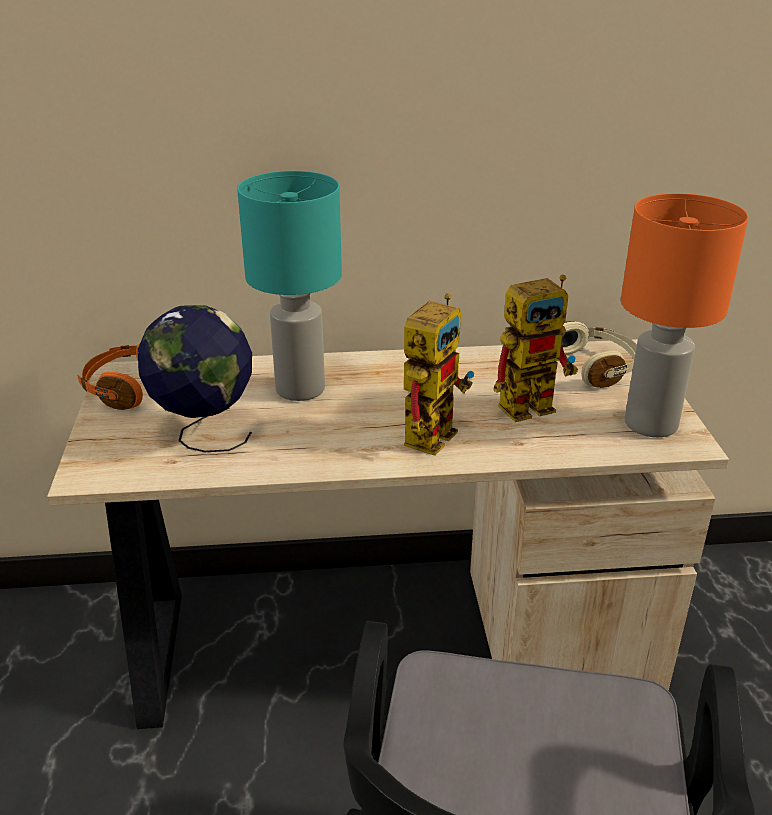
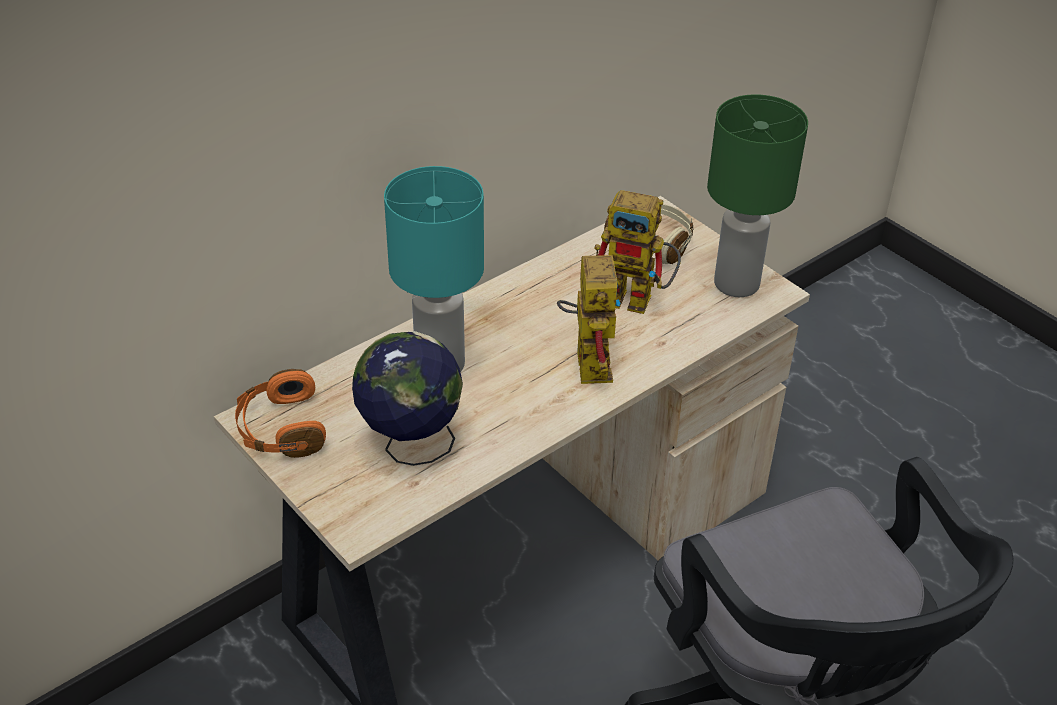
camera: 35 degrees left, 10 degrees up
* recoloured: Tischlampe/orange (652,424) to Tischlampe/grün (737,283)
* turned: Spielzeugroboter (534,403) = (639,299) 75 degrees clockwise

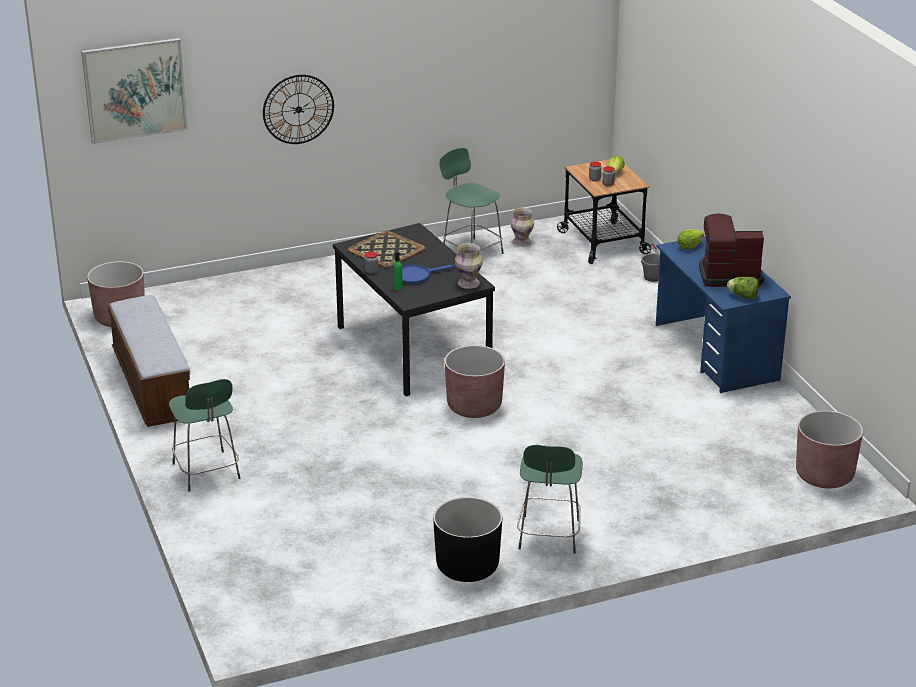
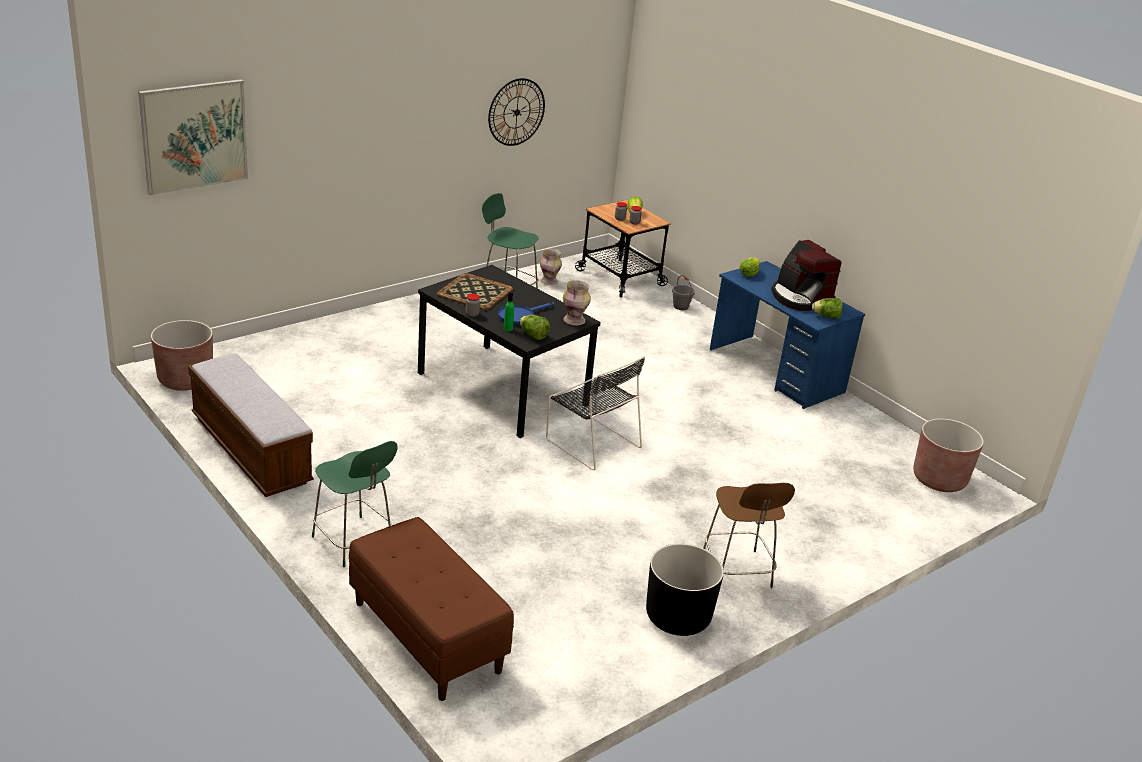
camera: 20 degrees left, 0 degrees up
* moved: Wanduhr (298,109) to (516,112)
* turned: Kaffeemaschine (728,275) = (800,298) 105 degrees counterclockwise
* replaced: Pflanzkübel/braun (474,406) to Stuhl/schwarz (591,442)
* recoloured: Hocker/grün (548,536) to Hocker/braun (737,572)
* added: Salatkopf (533,335)
* added: Bank/braun (426,637)

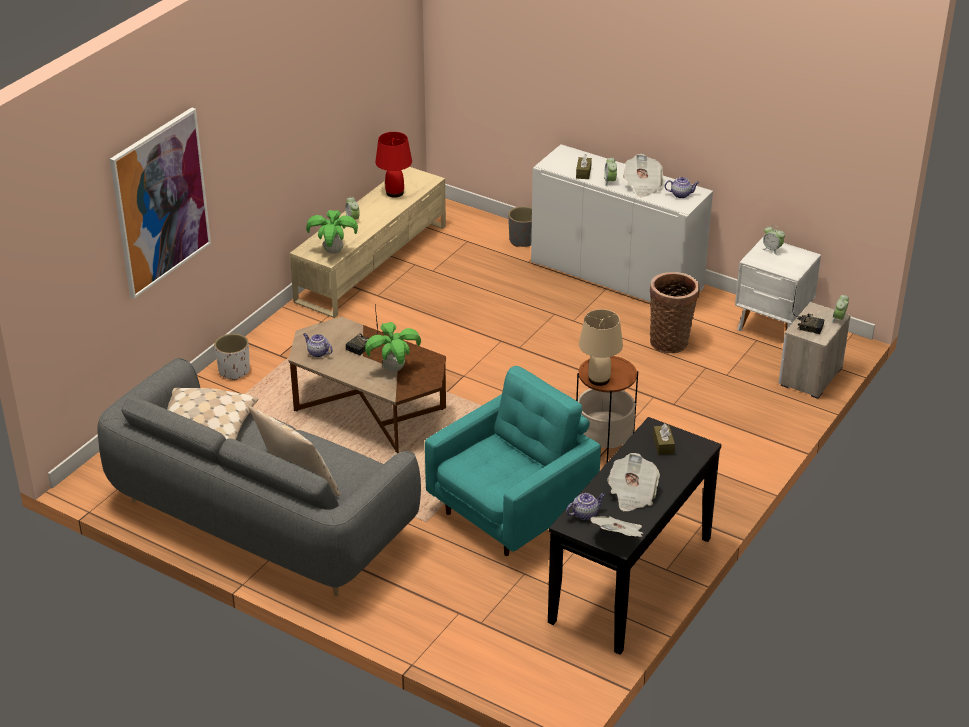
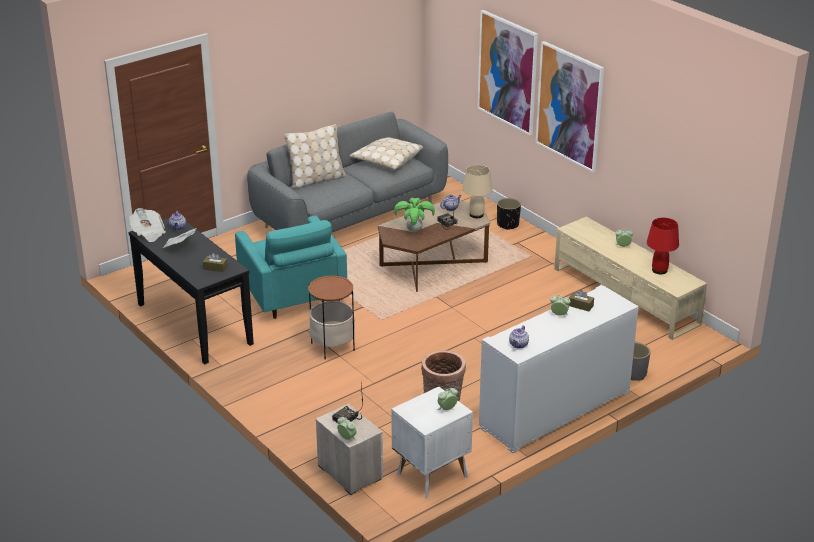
camera: 110 degrees right, 5 degrees down
* removed: Zeitung (642,186)
* removed: Topfpflanze (333,251)
* moved: Tischlampe/beige (599,379) to (476,215)
* recoloured: Pflanzkübel/weiß (234,371) to Pflanzkübel/schwarz (507,224)
* added: Bild (569,106)

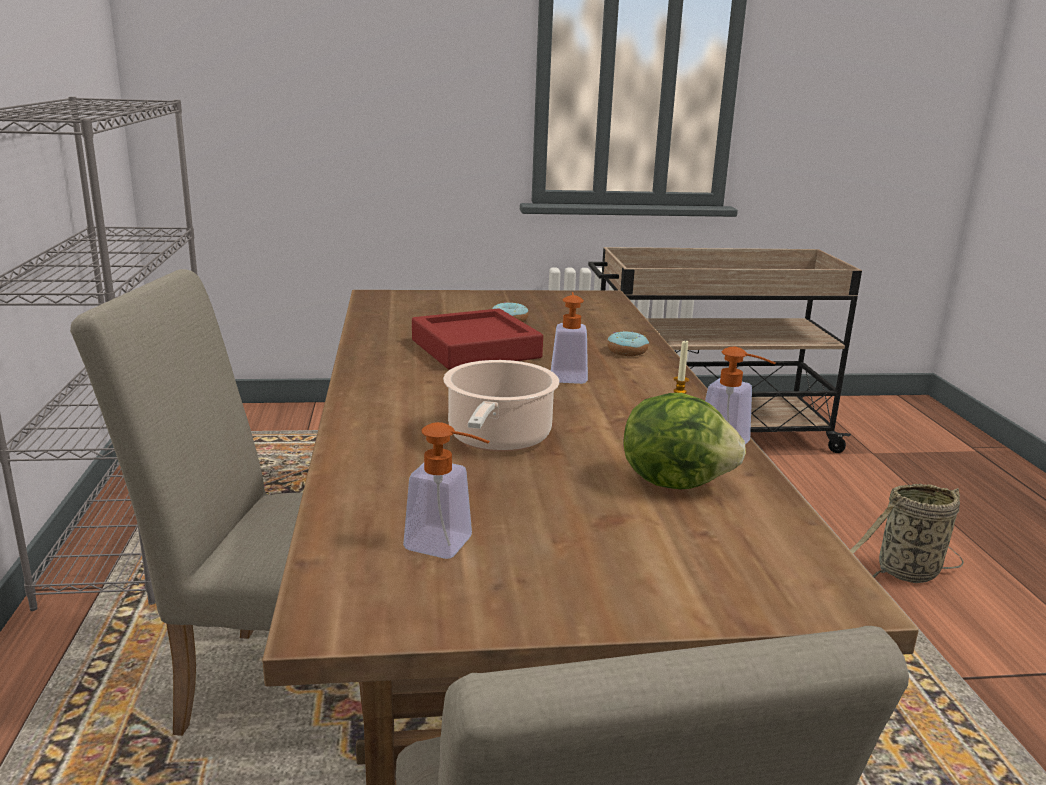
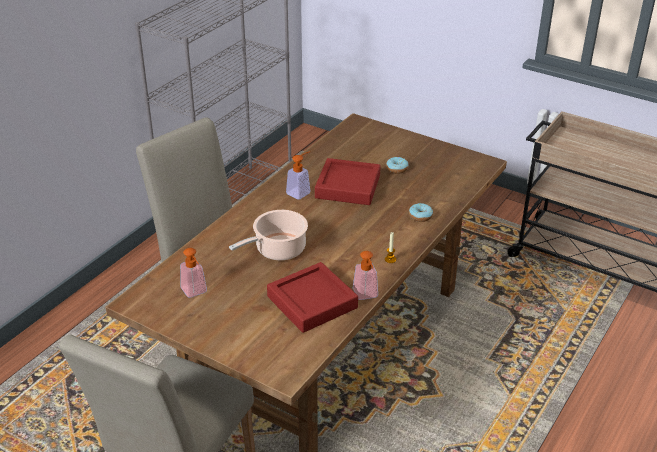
camera: 40 degrees right, 15 degrees up
* moved: Seifenspender (568,375) to (301,192)
* replaced: Salatkopf (675,481) to Tablett/rot (312,302)
* removed: Korb (904,574)

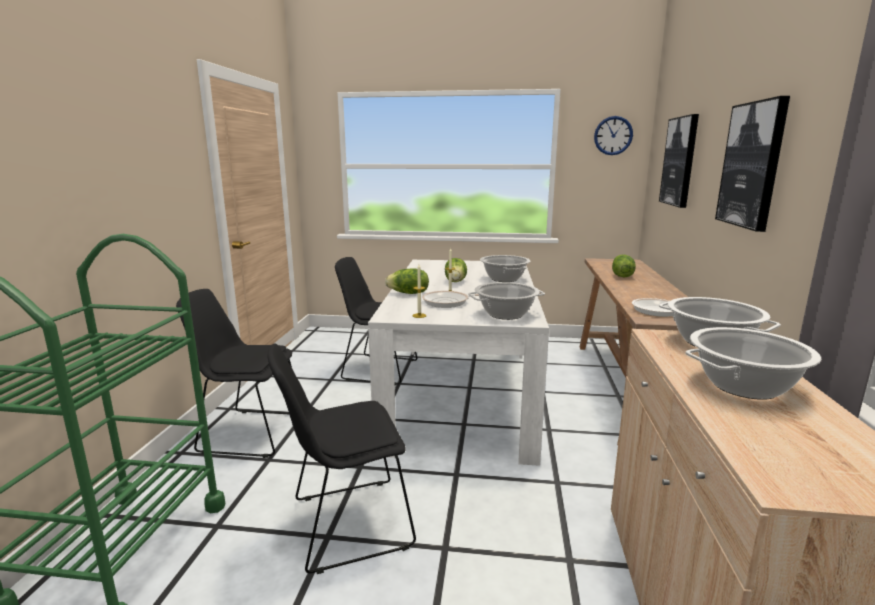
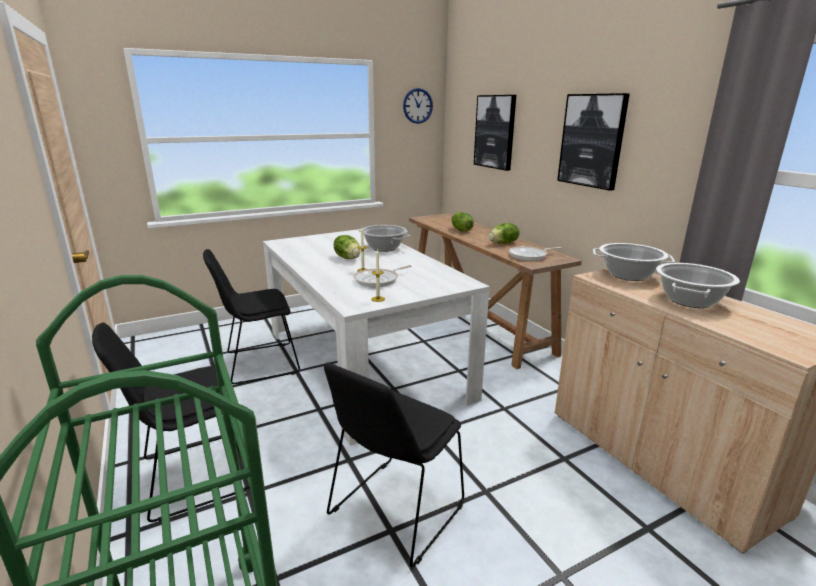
camera: 35 degrees left, 5 degrees up
* moved: Salatkopf (408,293) to (503,243)
* removed: Kochtopf (505,314)

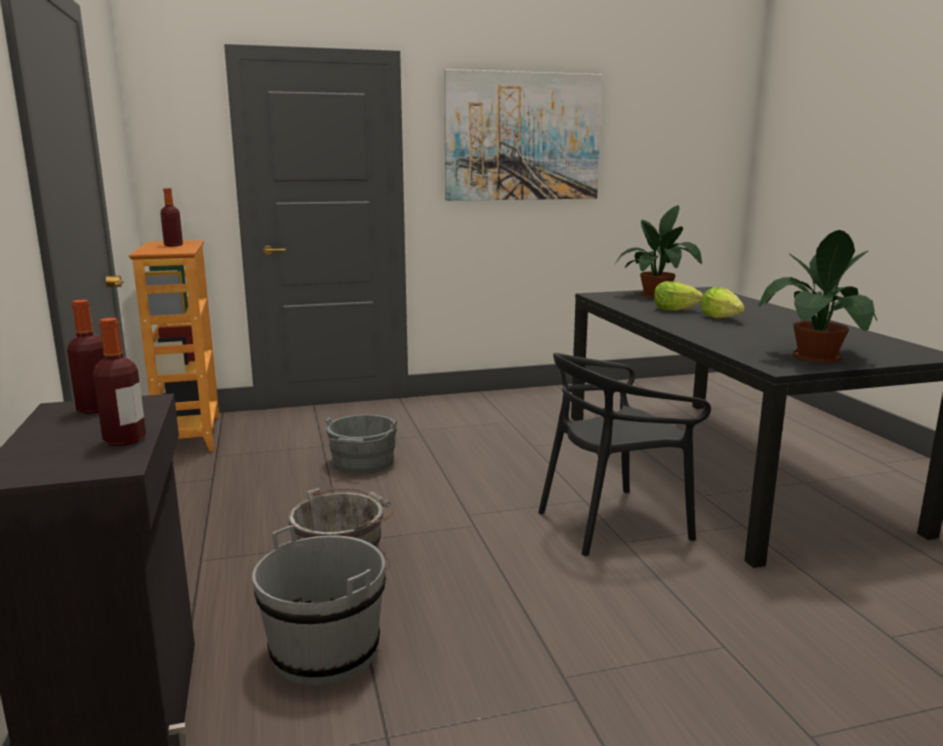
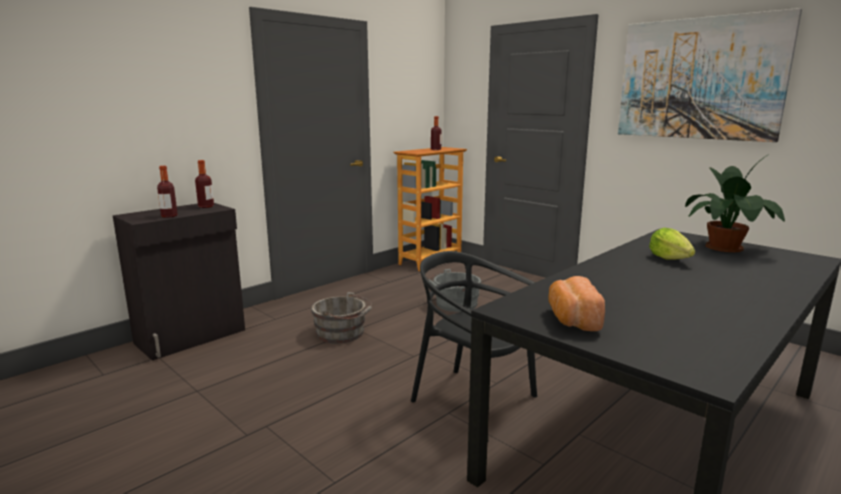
camera: 60 degrees right, 0 degrees up
* replaced: Topfpflanze (814,357) to Brot (571,319)
* removed: Salatkopf (720,318)
* removed: Eimer/grau (325,651)

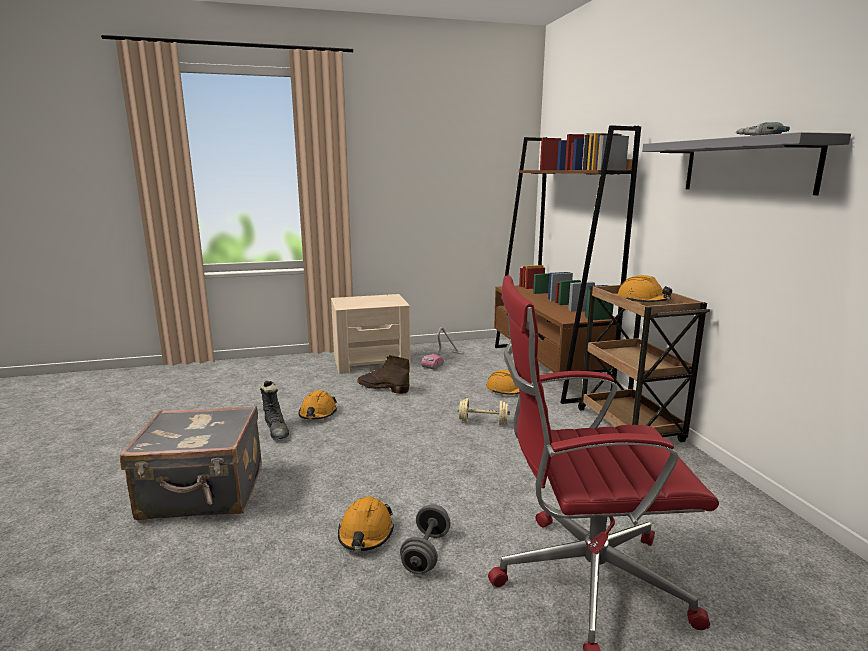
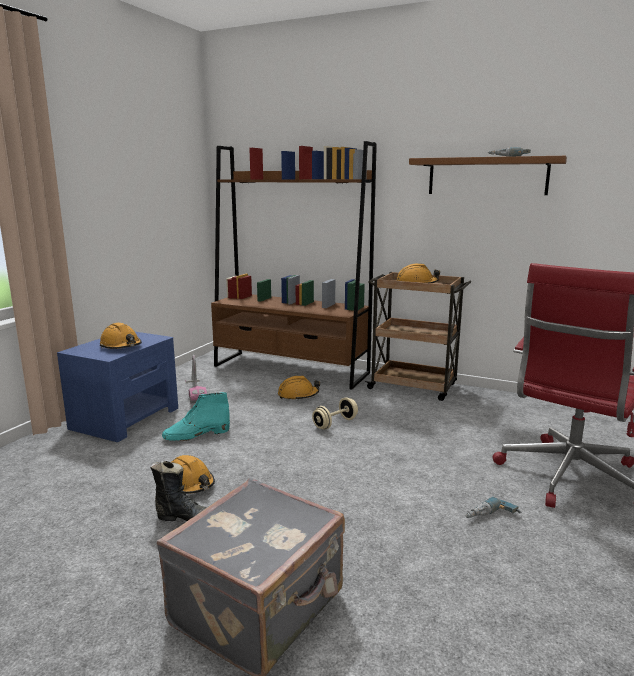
camera: 50 degrees left, 0 degrees up
* recoloured: Wandregal/grau (747,166) to Wandregal/braun (487,176)
* recoloured: Nachttisch/beige (372,361) to Nachttisch/blau (126,418)
* recoloured: Stiefel/braun (382,388) to Stiefel/türkis (196,435)
* moved: Schutzhelm/orange (366,534) to (121,346)
* replaced: Hantel/grau (426,552) to Bohrmaschine (492,518)

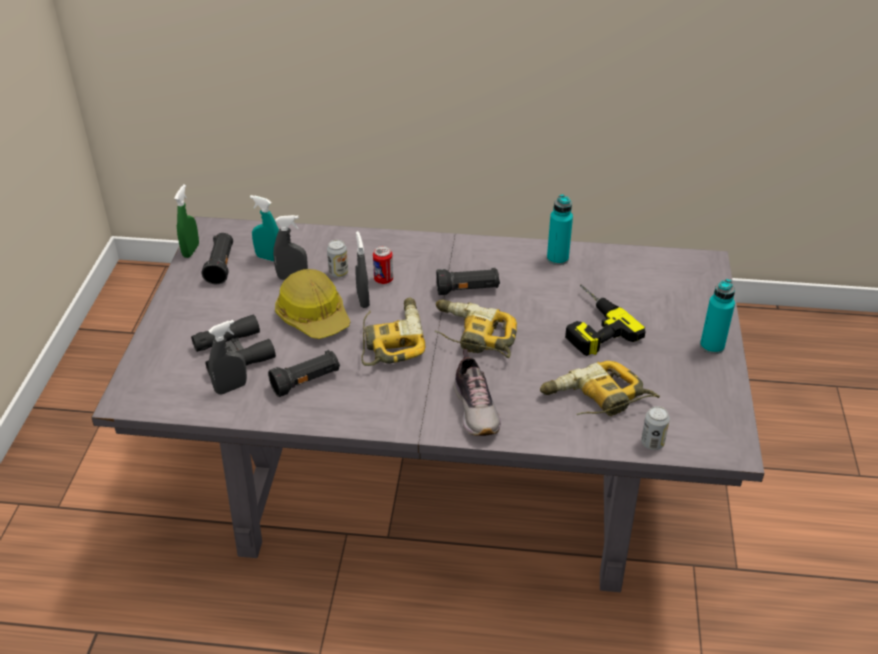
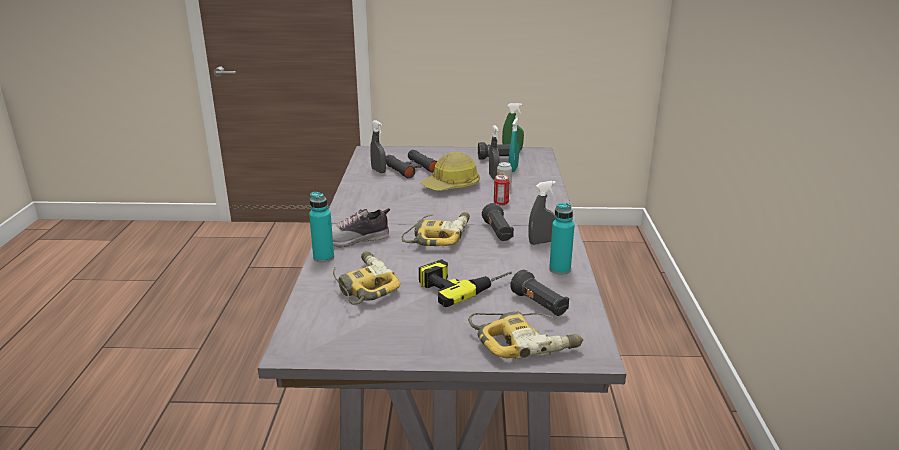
camera: 85 degrees right, 15 degrees down
* moved: Sprühflasche/grau (363,300) to (541,242)
* moved: Flasche/türkis (712,346) to (323,257)
* moved: Bohrmaschine (391,339) to (524,342)
* moved: Taschenlampe/schwarz (306,382) to (539,305)
* removed: Dose (652,443)

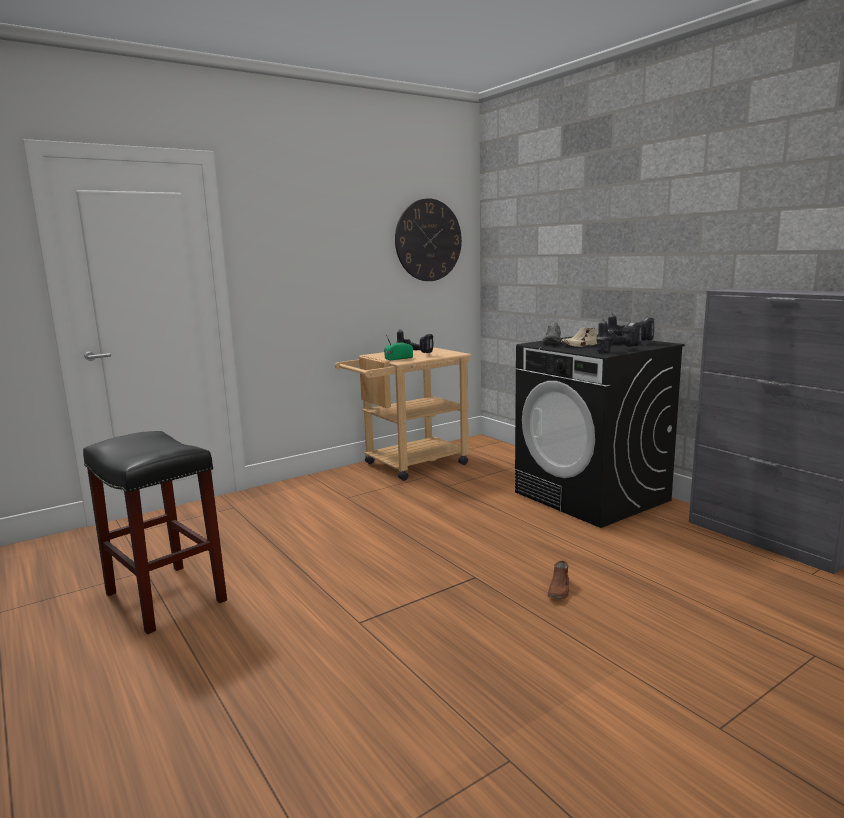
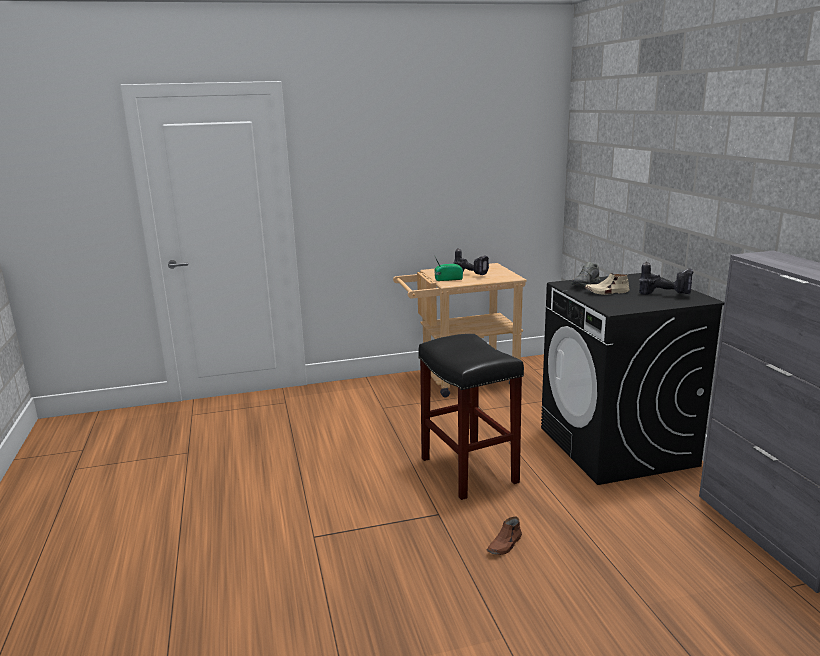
camera: 20 degrees right, 5 degrees up
* removed: Wanduhr (428,240)
* removed: Bohrmaschine (617,350)
* moved: Hocker/schwarz (167,597) to (470,471)

